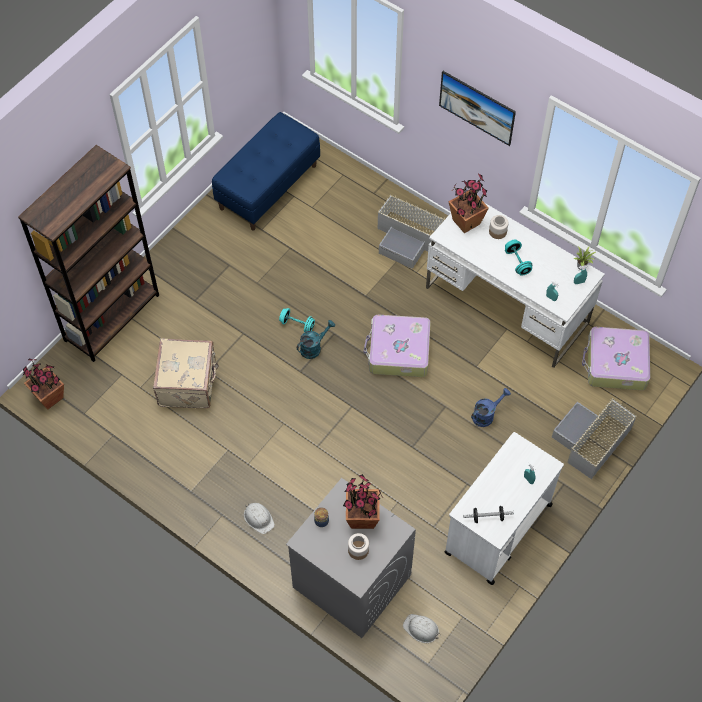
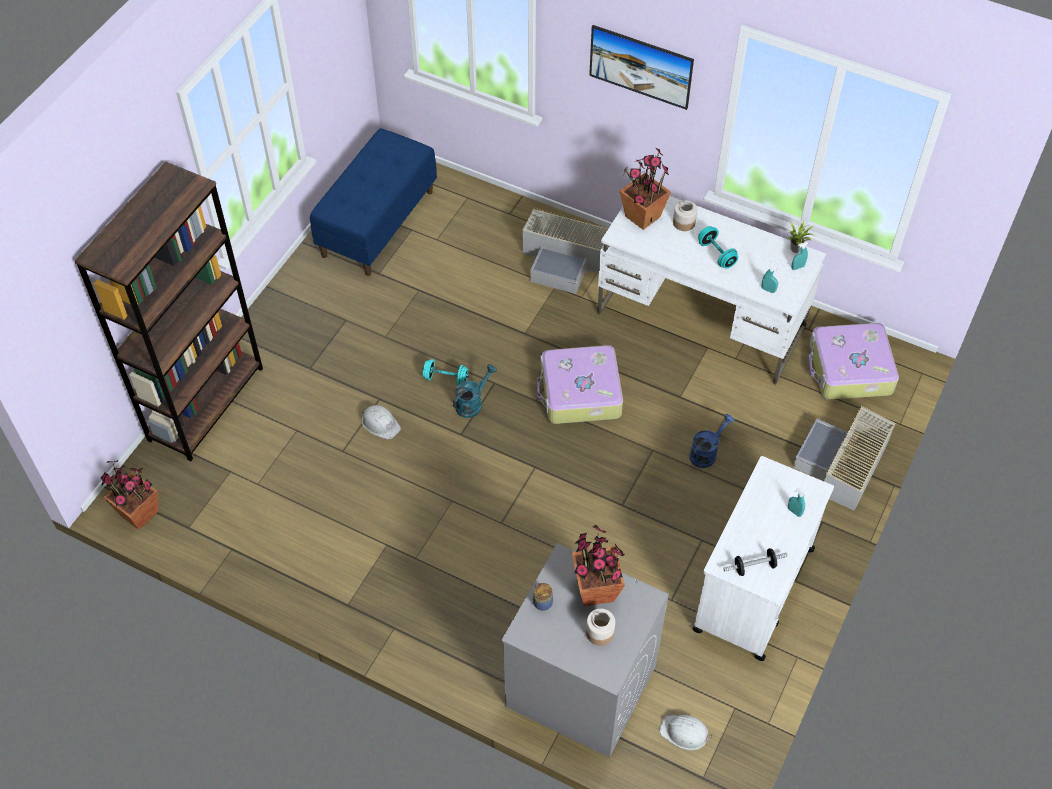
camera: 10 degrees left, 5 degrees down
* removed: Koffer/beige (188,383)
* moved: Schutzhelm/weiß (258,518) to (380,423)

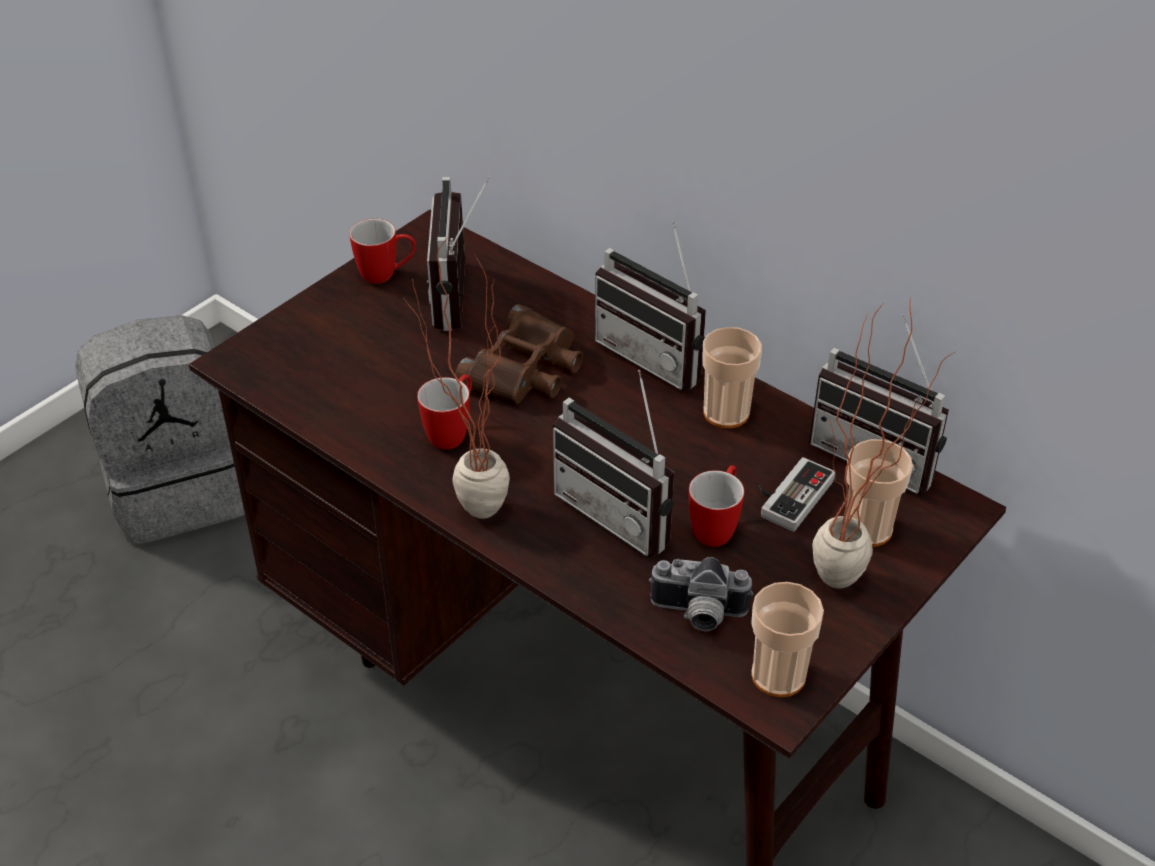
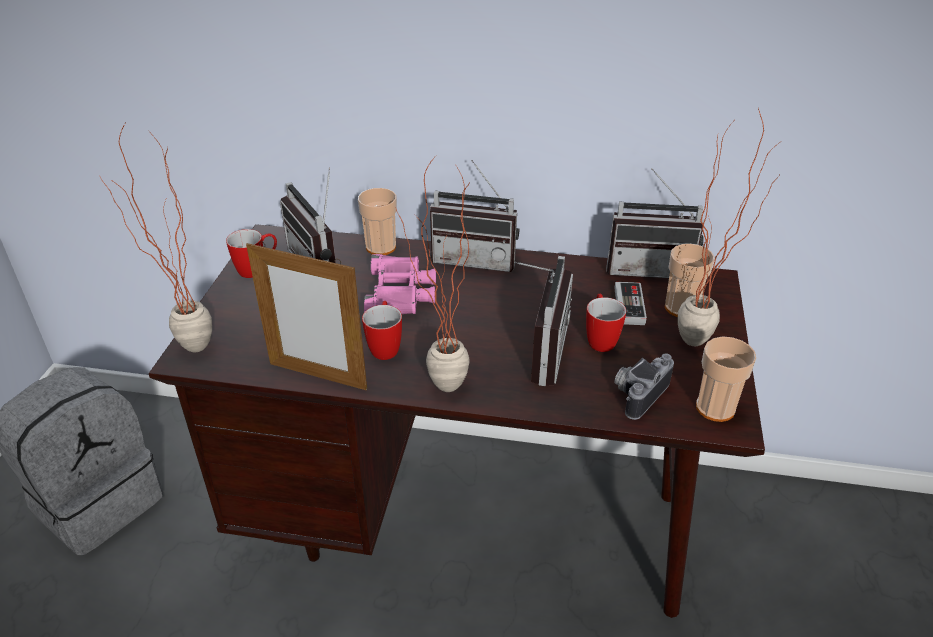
camera: 30 degrees left, 5 degrees down
* recoloured: Fernglas/braun (525,368) to Fernglas/rosa (401,293)
* moved: Tasse (726,413) to (381,247)
* turned: Radio (623,511) = (537,352) 90 degrees counterclockwise
* turned: Kamera (698,615) = (637,393) 150 degrees clockwise
* added: Topfpflanze (186,353)
* added: Bilderrahmen (318,376)

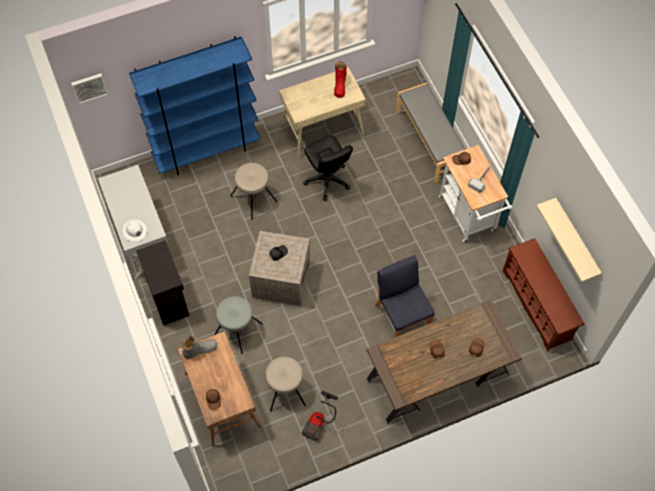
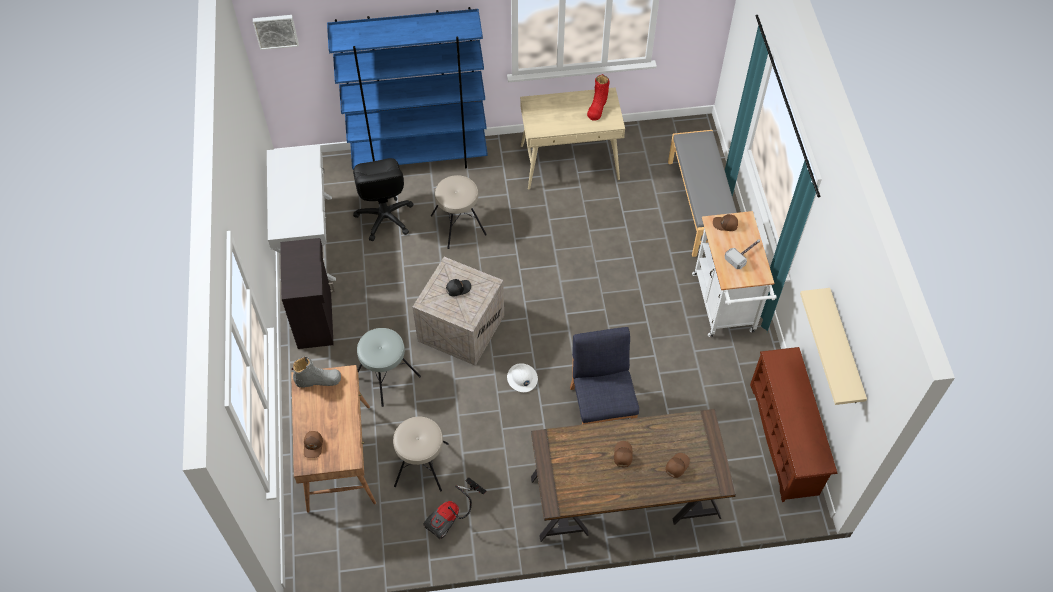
camera: 15 degrees right, 5 degrees down
* moved: Bürostuhl/schwarz (327,180) to (384,218)
* moved: Schutzhelm/weiß (134,231) to (522,378)

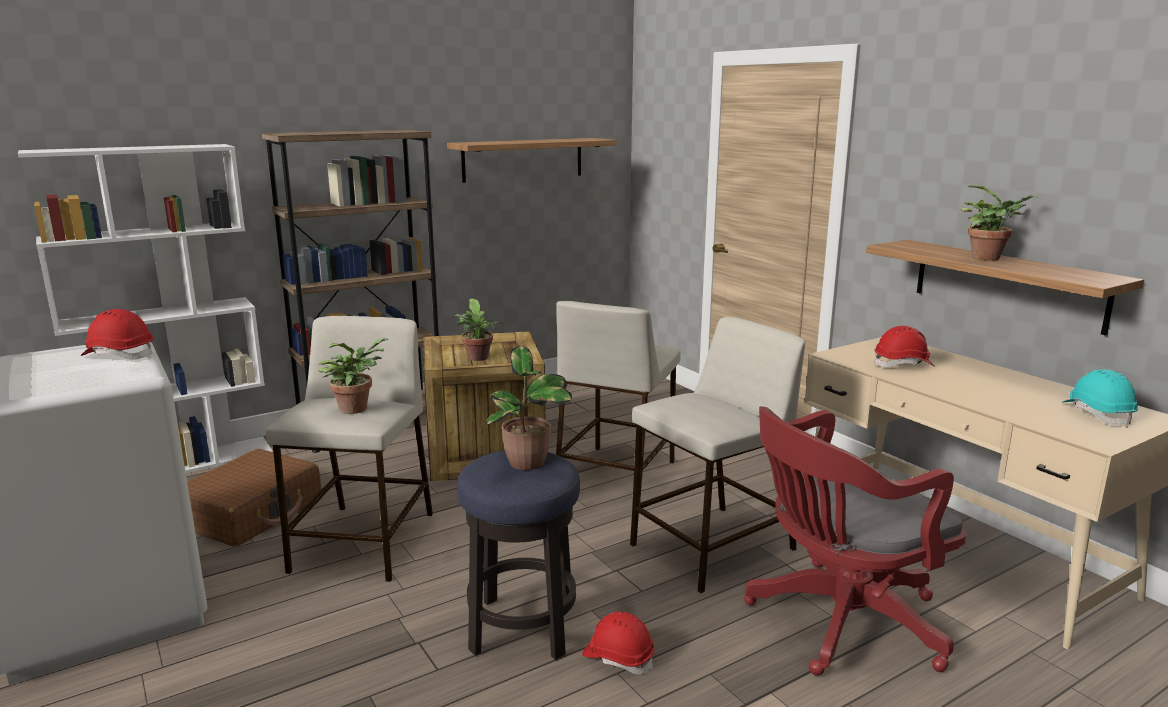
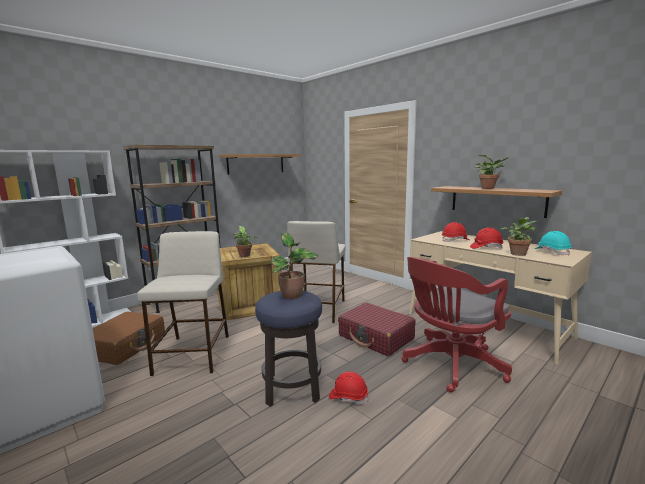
camera: 10 degrees left, 5 degrees down
* moved: Schutzhelm/rot (119,355) to (486,247)
* replaced: Hocker/beige (711,548) to Koffer/rot (376,337)
* moved: Topfpflanze (356,408) to (517,253)

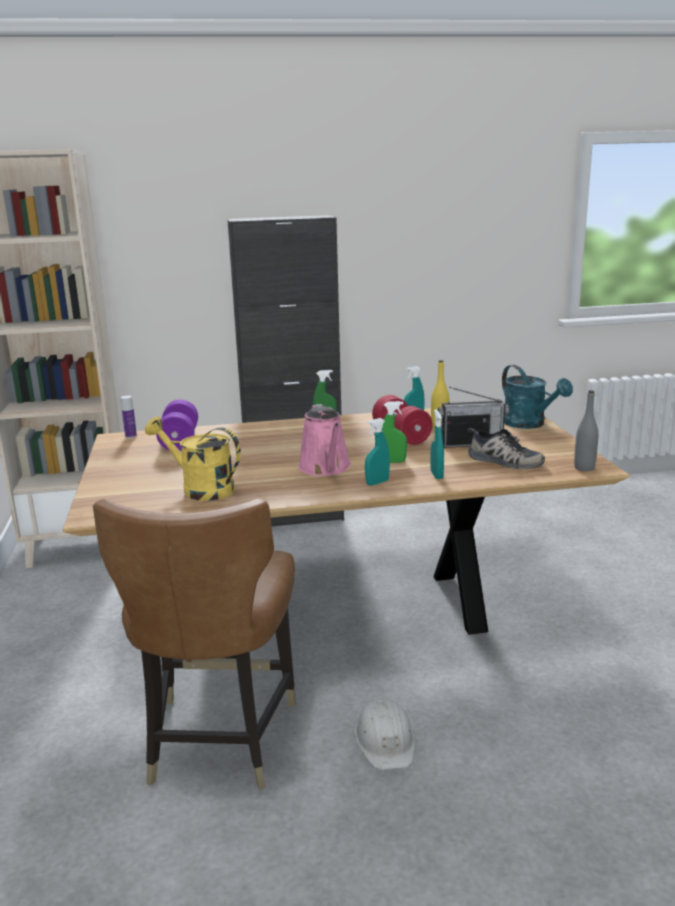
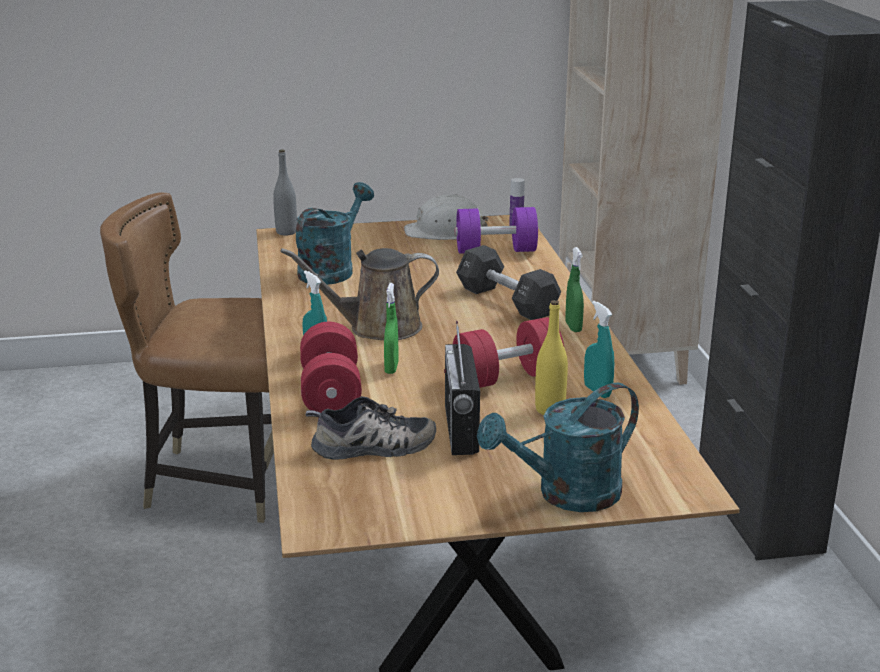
camera: 90 degrees right, 5 degrees up
* moved: Flasche/grau (584,468) to (286,232)
* recoloured: Gießkanne/rosa (326,468) to Gießkanne/braun (378,328)
* replaced: Sprühflasche/türkis (436,475) to Hantel/rot (331,394)
* recoloured: Gießkanne/gelb (200,489) to Gießkanne/türkis (331,270)
* turned: Schuh (503,461) = (373,447) 135 degrees counterclockwise
* moved: Schutzhelm/weiß (385,740) to (445,231)
* added: Hantel/schwarz (507,301)

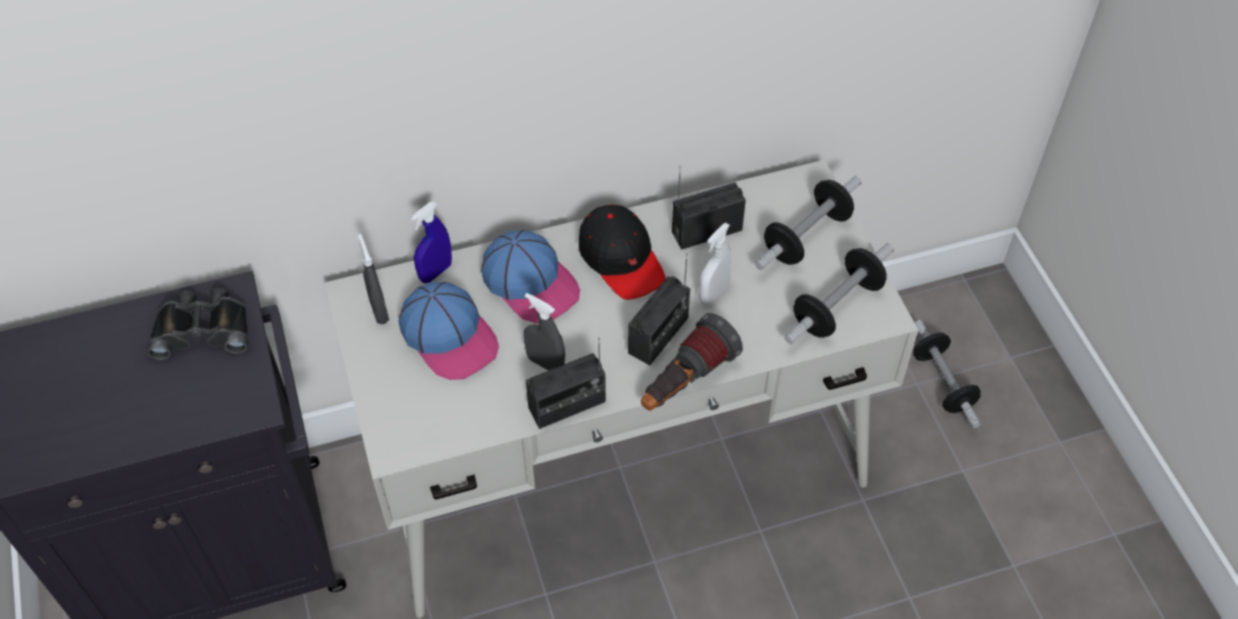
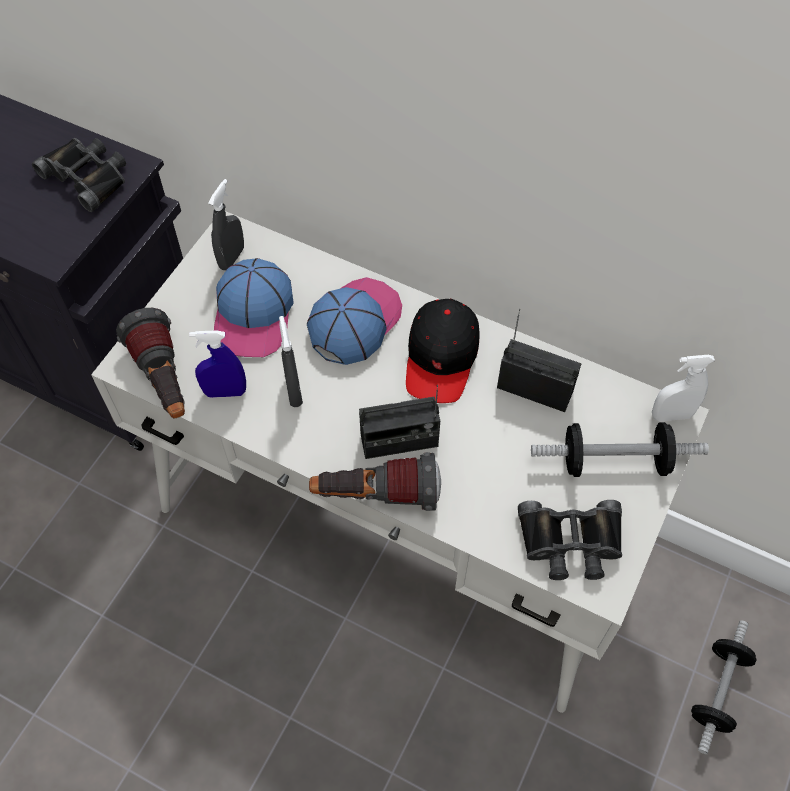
camera: 45 degrees right, 5 degrees up
* moved: Sprühflasche/blau (435,272) to (225,392)
* moved: Sprühflasche/weiß (713,293) to (671,415)
* turned: Kappe (531,283) = (354,322) 150 degrees counterclockwise
* replaced: Hantel (837,307) to Fernglas/schwarz (570,543)
* removed: Radio (567,405)
* added: Taschenlampe (164,381)

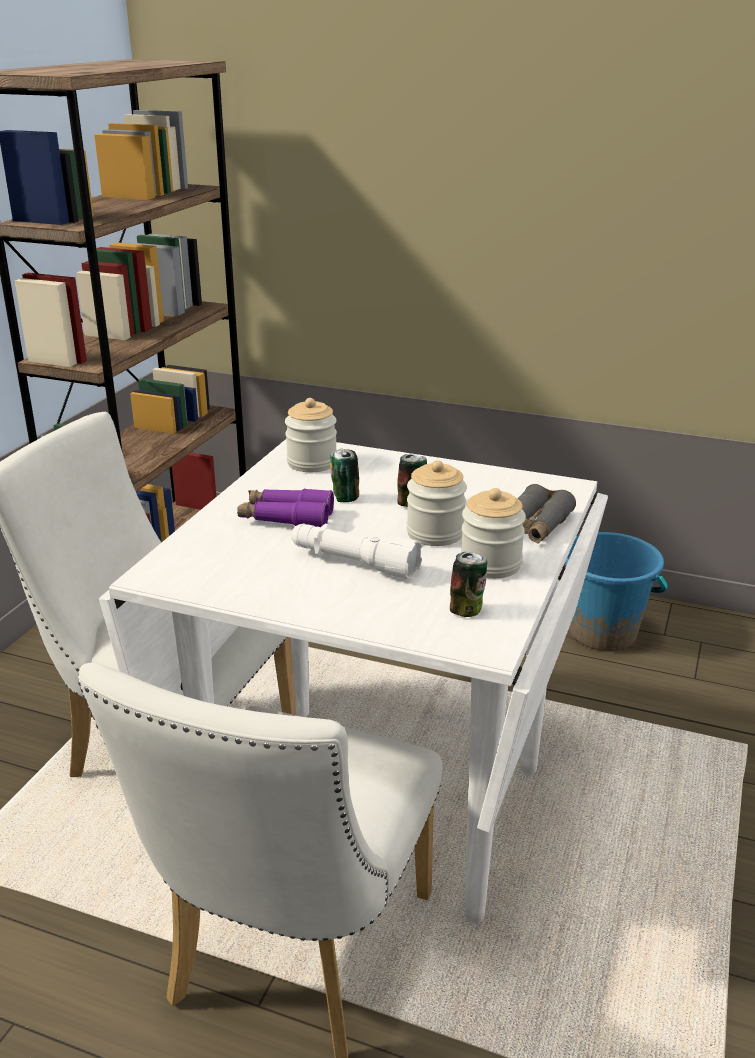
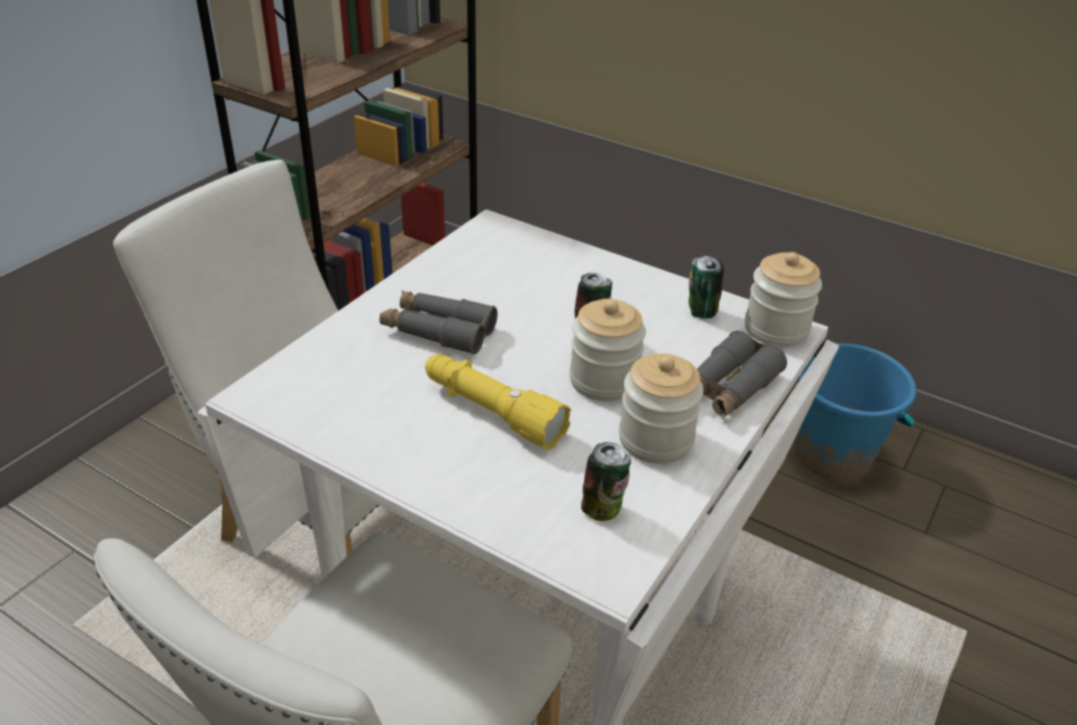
camera: 10 degrees right, 10 degrees up
* moved: Vorratsglas (312,463) to (776,329)
* moved: Dose (344,498) to (700,311)
* recoloured: Fernglas/lila (286,518) to Fernglas/grau (438,331)
* recoloured: Taschenlampe/weiß (353,563) to Taschenlampe/gelb (492,412)

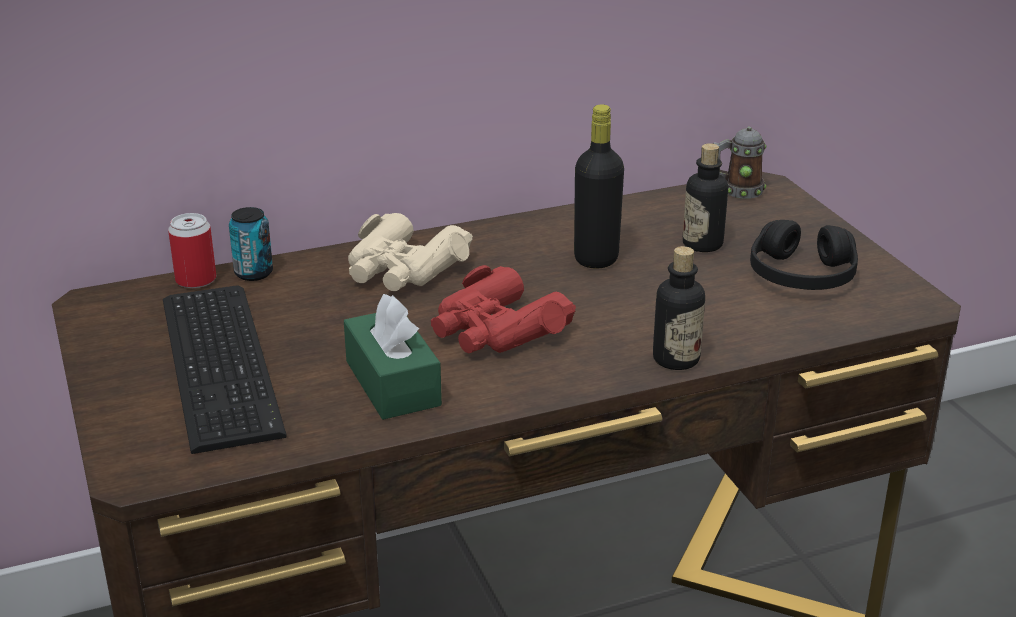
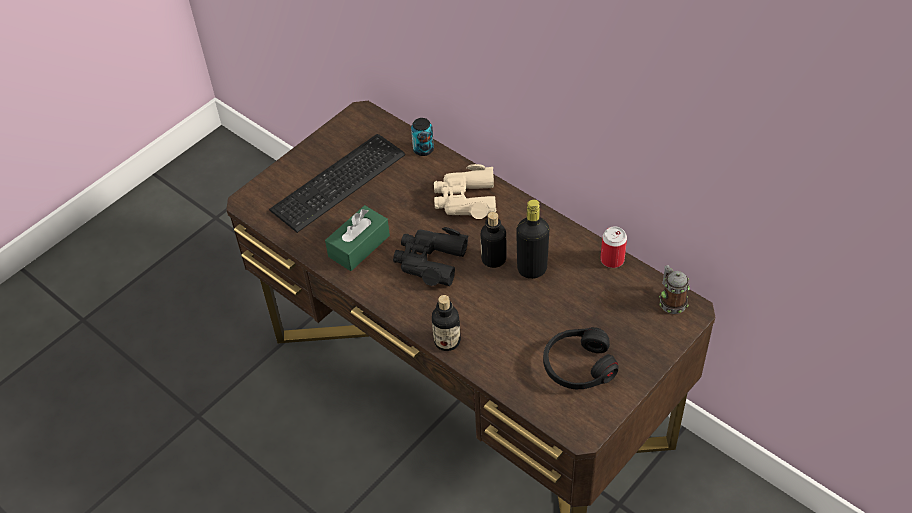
camera: 65 degrees right, 20 degrees up
* moved: Flasche (702,244) to (493,259)
* moved: Dose (196,280) to (612,259)
* recoloured: Fernglas/rot (496,330) to Fernglas/schwarz (429,261)

